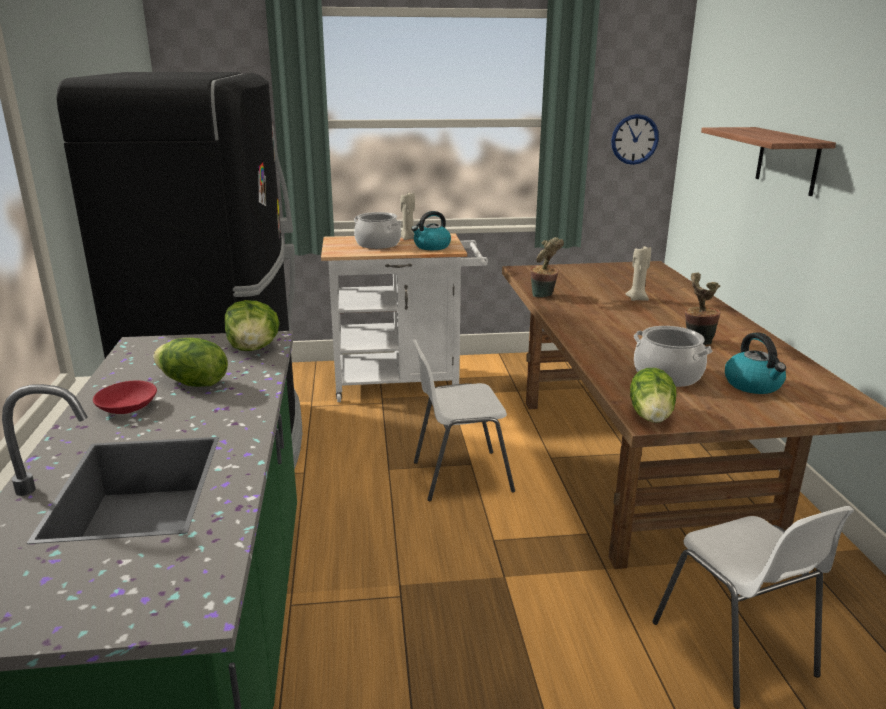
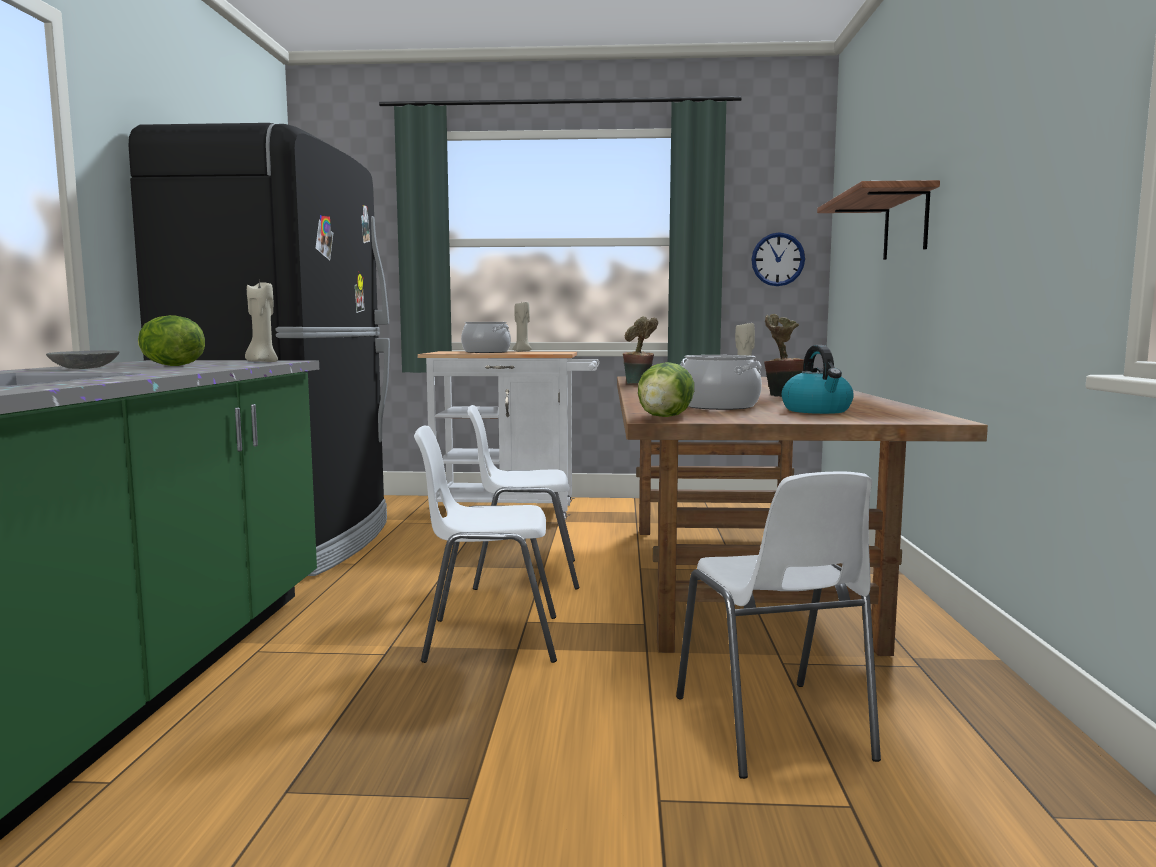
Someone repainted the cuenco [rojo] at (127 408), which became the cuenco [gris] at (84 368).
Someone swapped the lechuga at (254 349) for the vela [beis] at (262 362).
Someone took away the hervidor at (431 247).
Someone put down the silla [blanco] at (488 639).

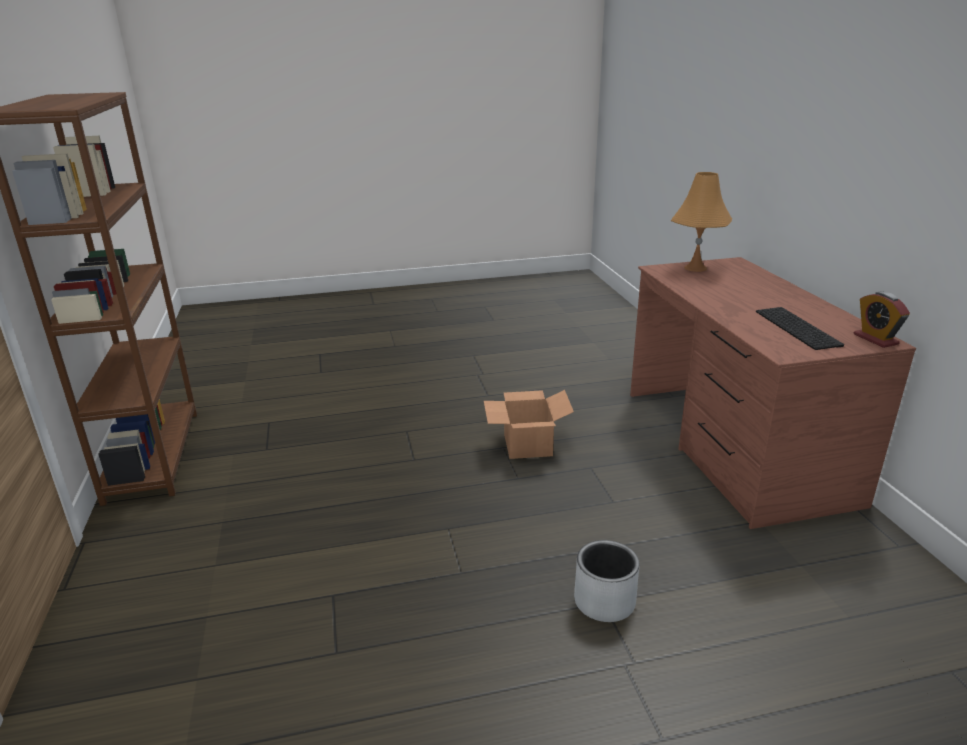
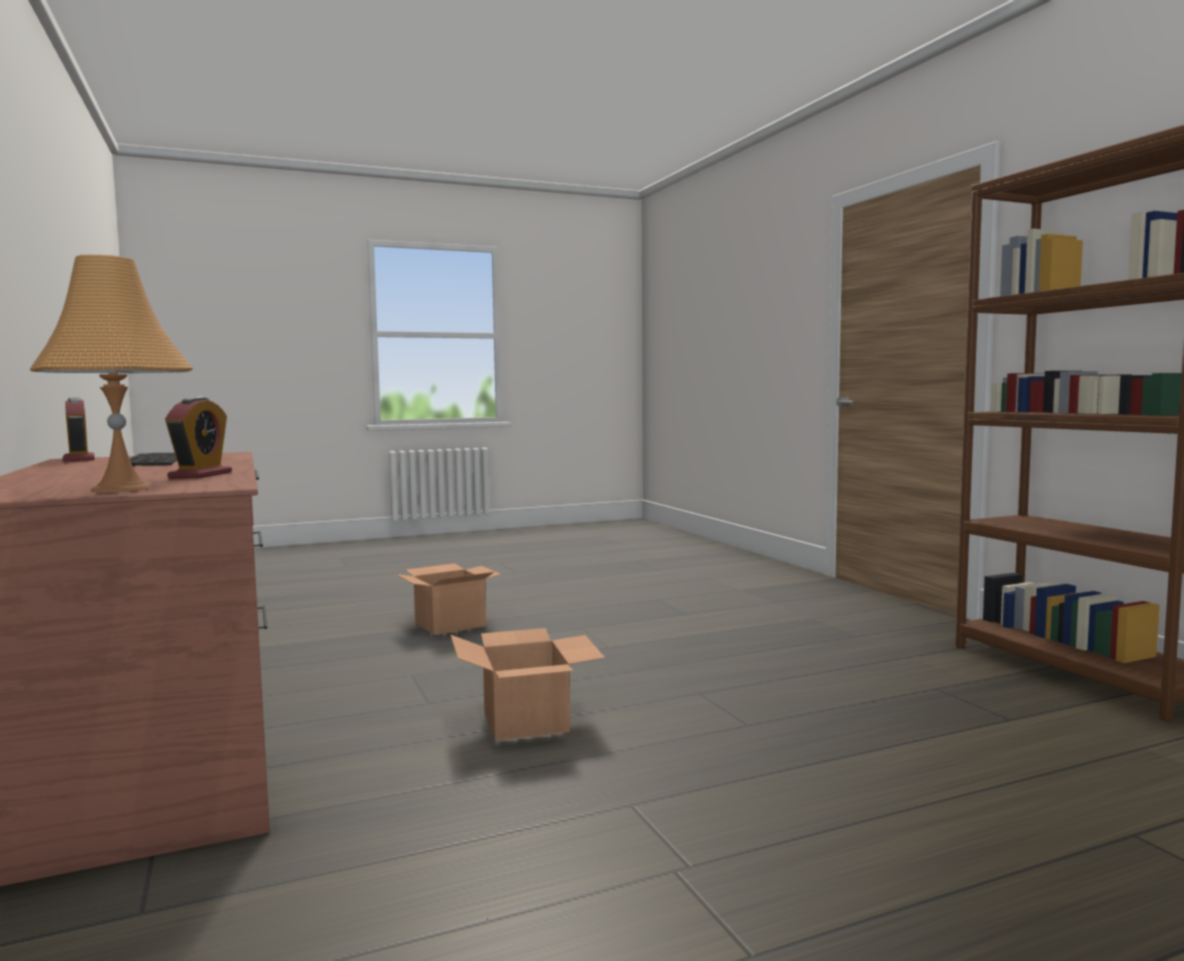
Someone swapped the maceta [gris] at (604 601) for the caja de cartón at (449 624).
Someone put down the despertador at (200 475).

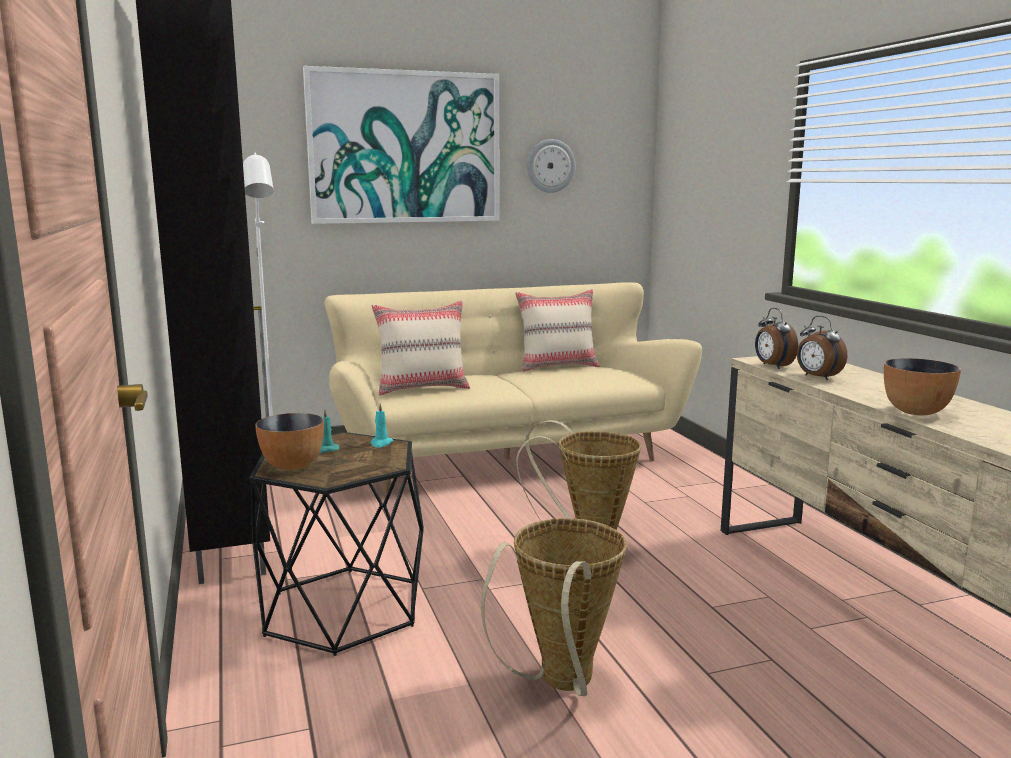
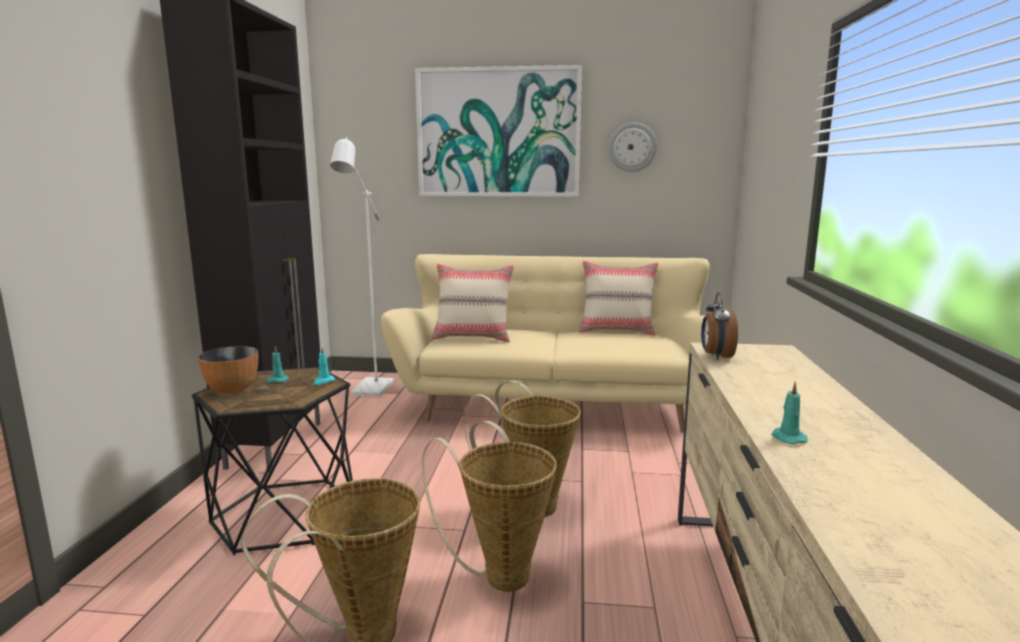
Someone took away the despertador at (817 377).
Someone swapped the cuenco at (916 411) for the vela [turquesa] at (787 438).
Someone put down the cesta at (500 573).

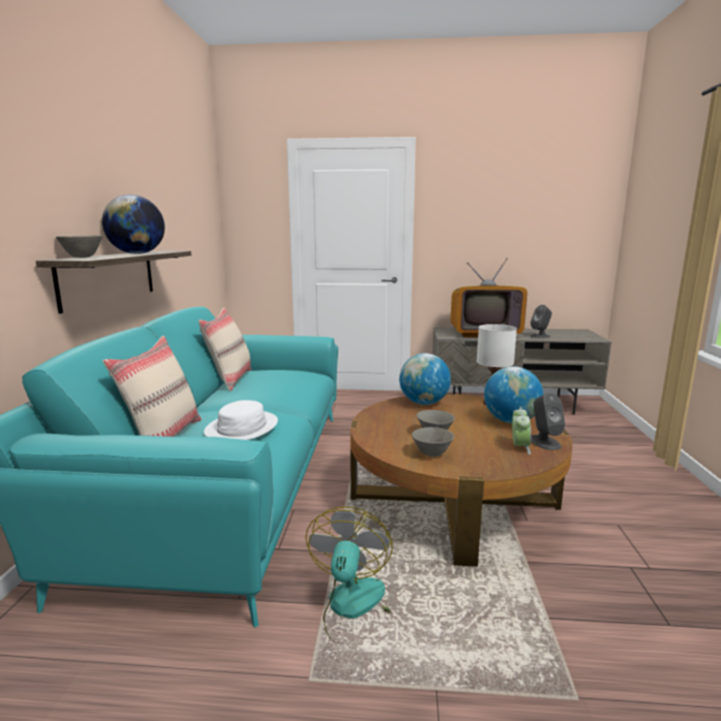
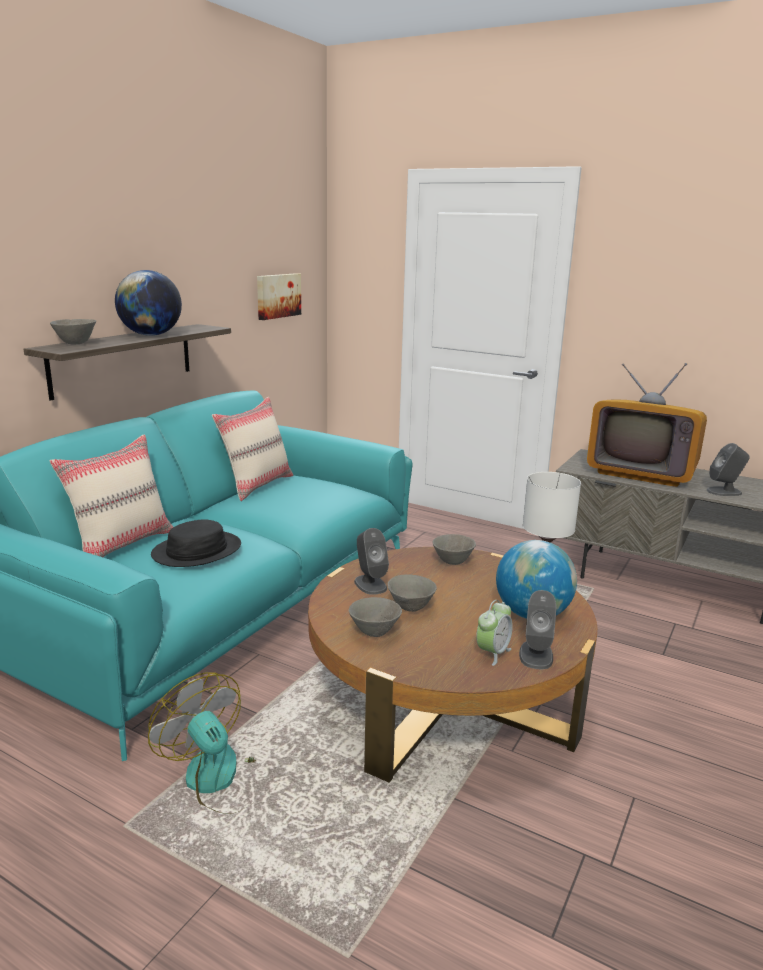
Someone repainted the sombrero [blanco] at (242 428), which became the sombrero [negro] at (197 551).
Someone rotated the ventilador at (355 610) by 75 degrees counterclockwise.
Someone swapped the globo terráqueo at (424 403) for the cuenco [gris] at (452 562).
Someone put up the cuadro at (277 295).
Someone put down the altavoz [gris] at (370 584).

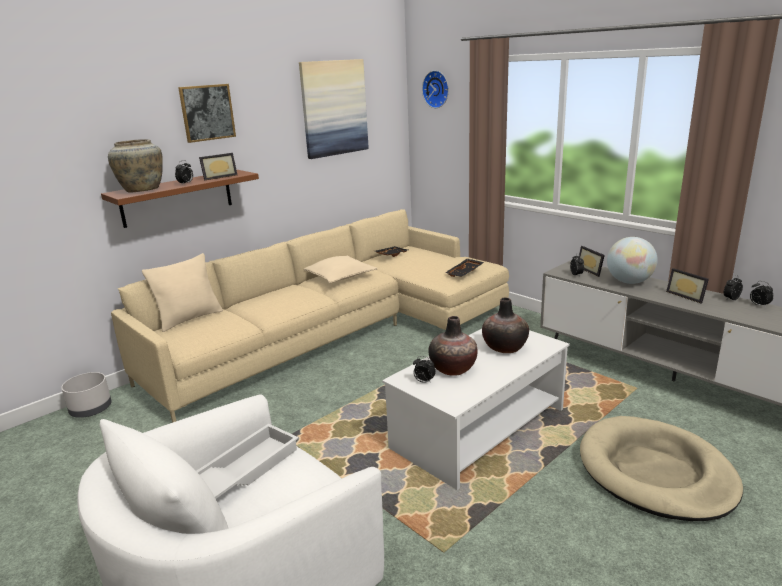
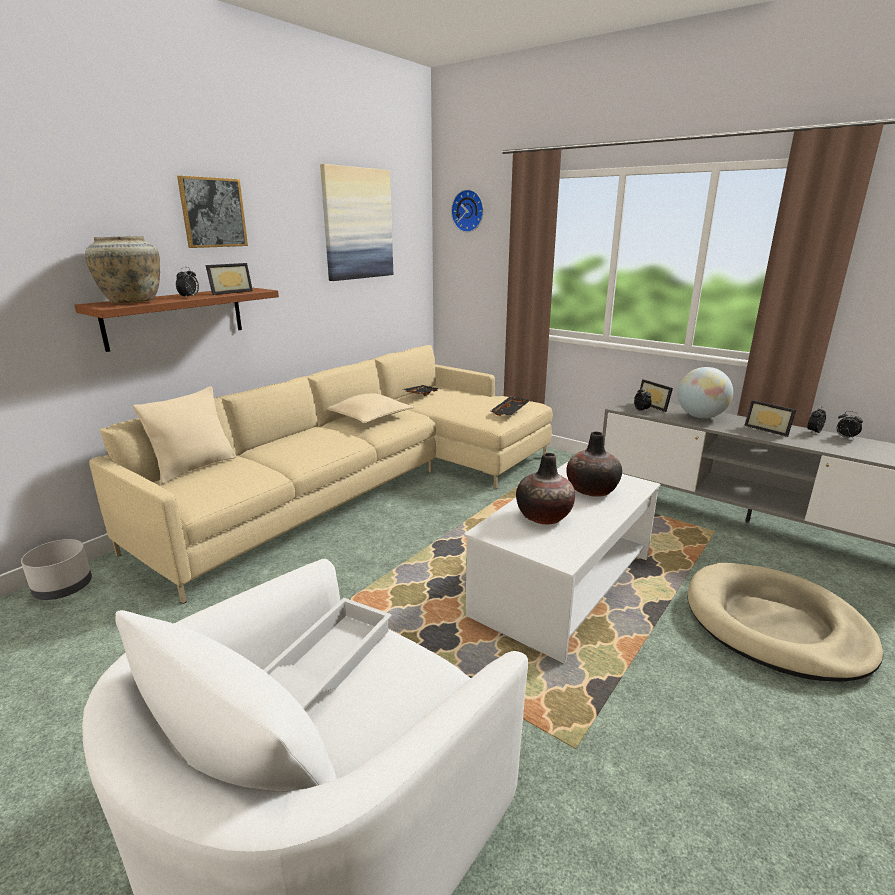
Someone took away the despertador at (424 382).

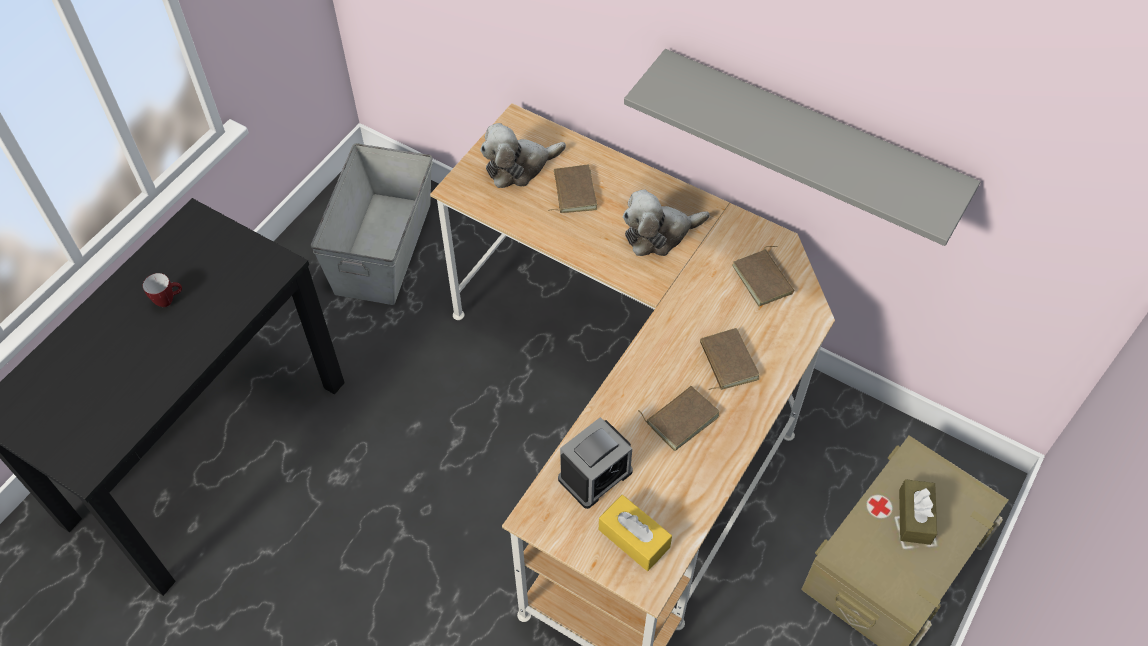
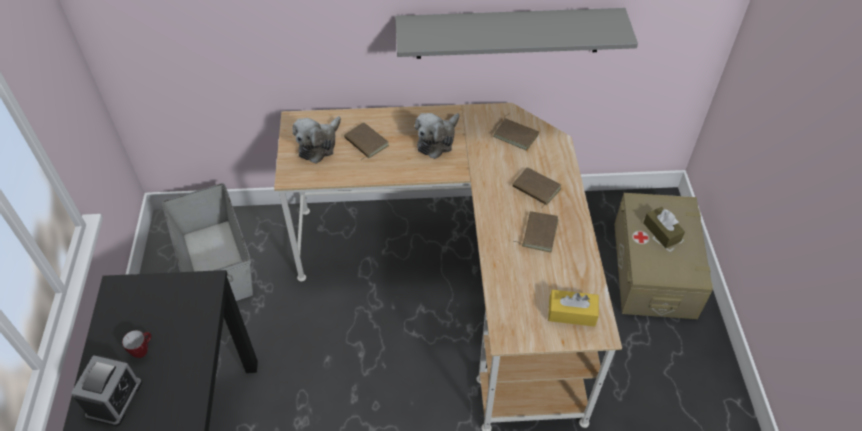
Someone carried the despertador from (595 475) to (114 399).

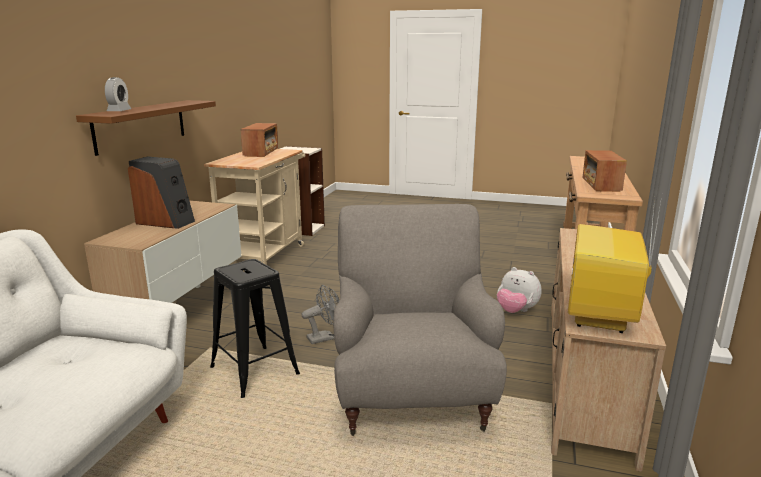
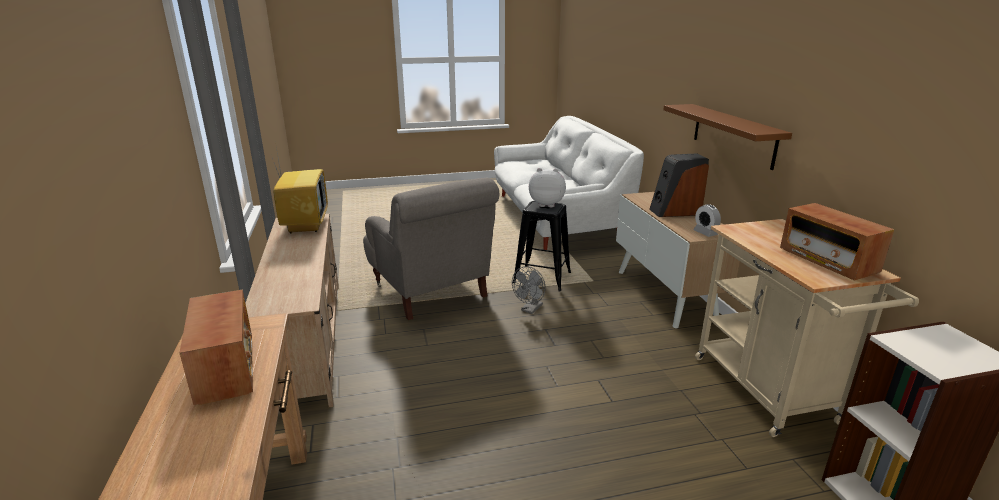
Someone carried the despertador from (119 111) to (705 233).
Someone carried the peluche from (516 311) to (546 204).

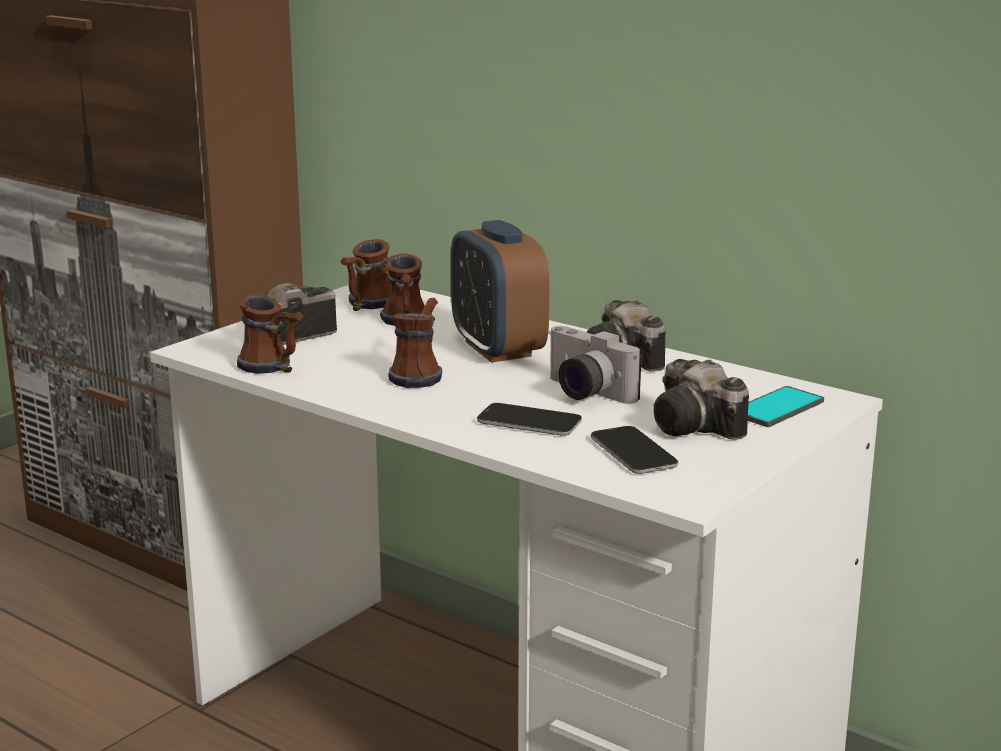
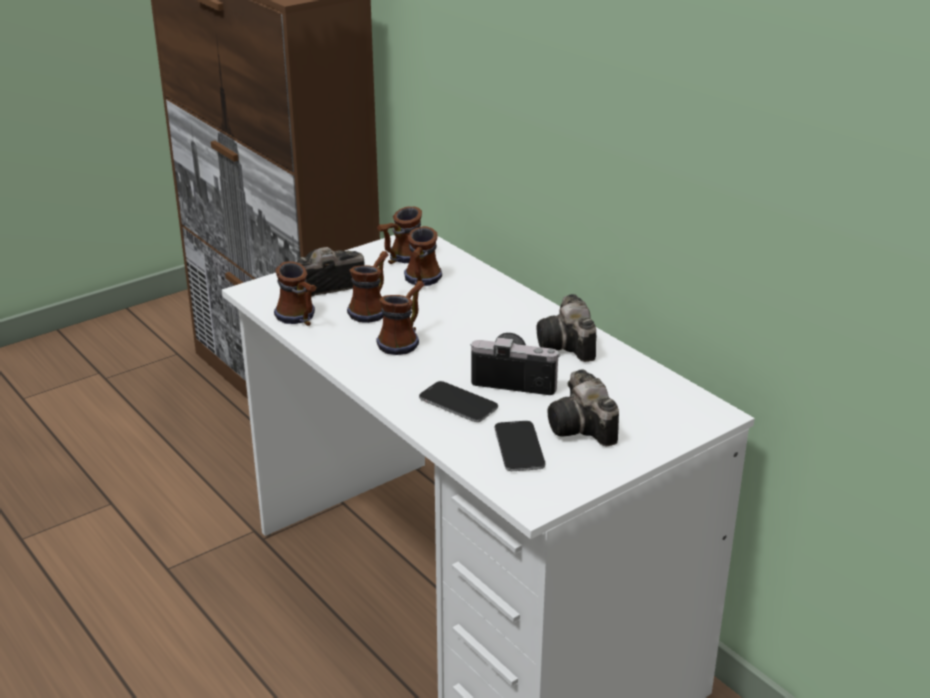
Someone took away the despertador at (498 349).
Someone rotated the cámara at (582 393) by 135 degrees clockwise.
Someone took away the móvil at (777 408).
Someone put down the taza grande at (373 308).

